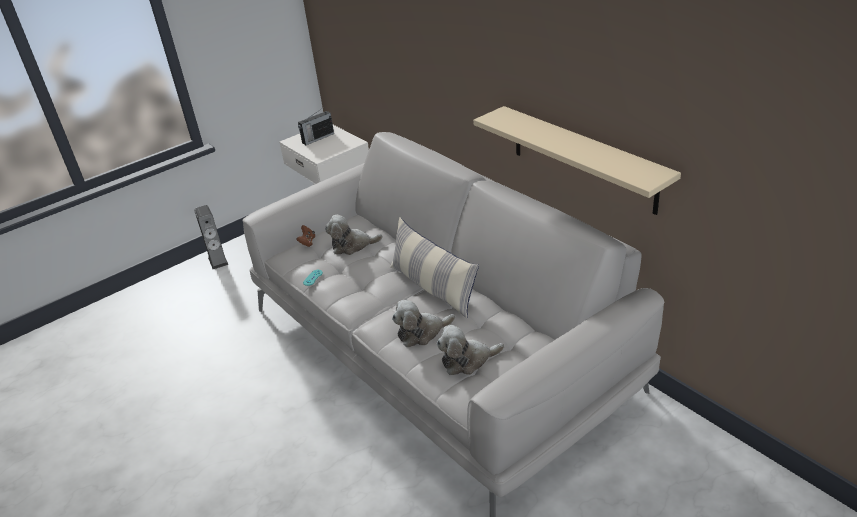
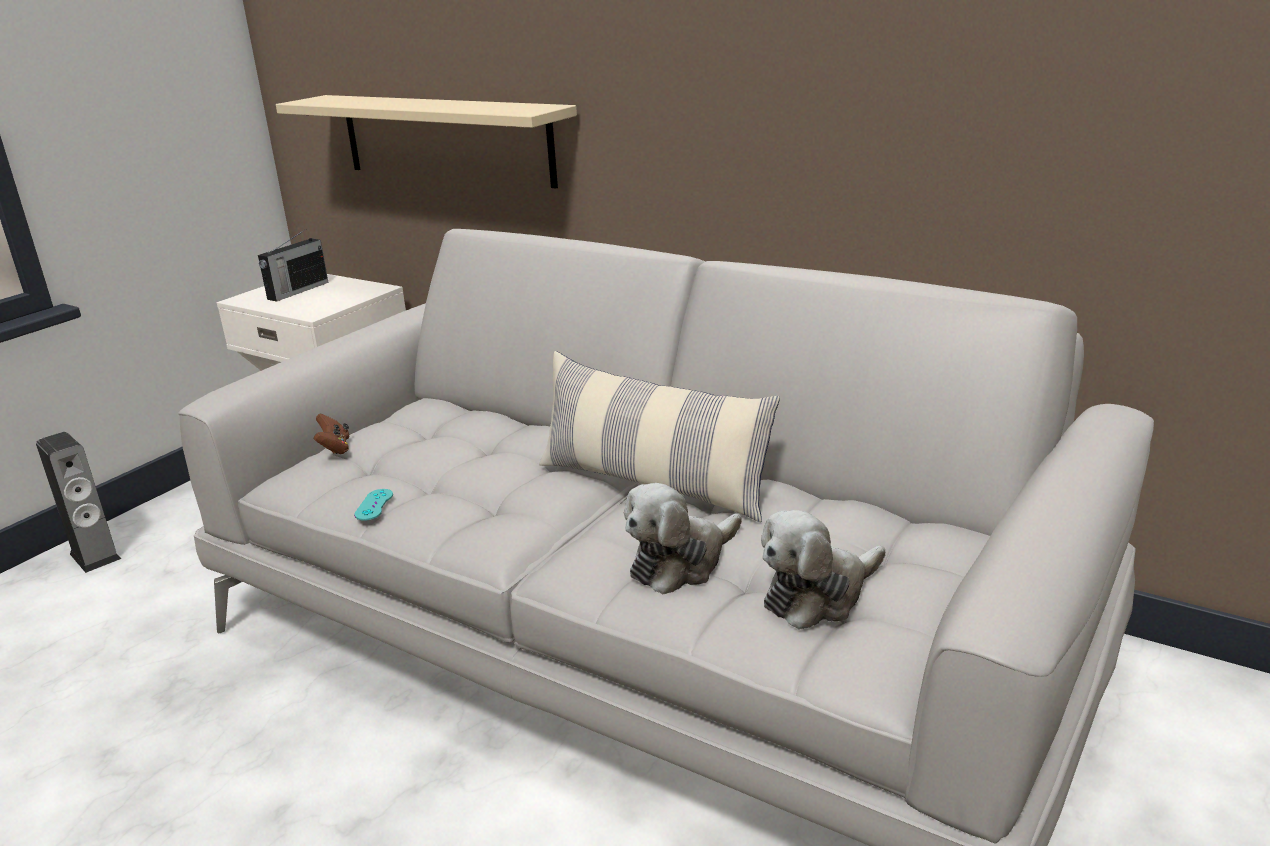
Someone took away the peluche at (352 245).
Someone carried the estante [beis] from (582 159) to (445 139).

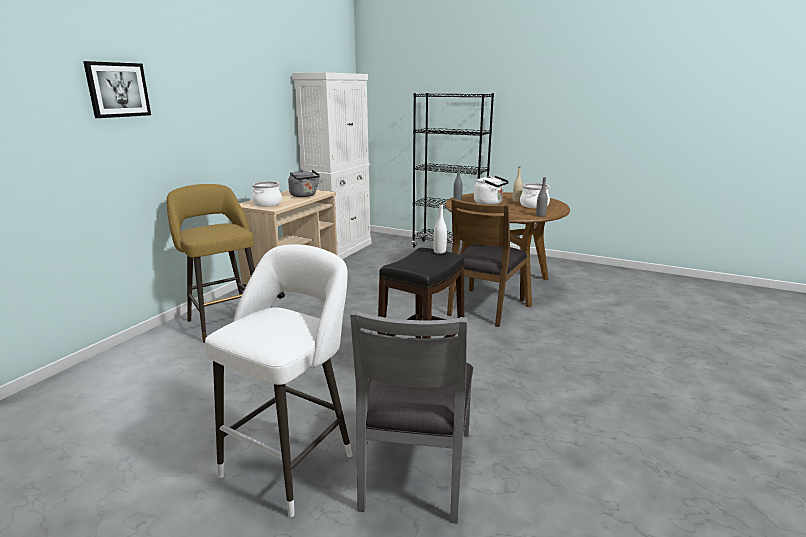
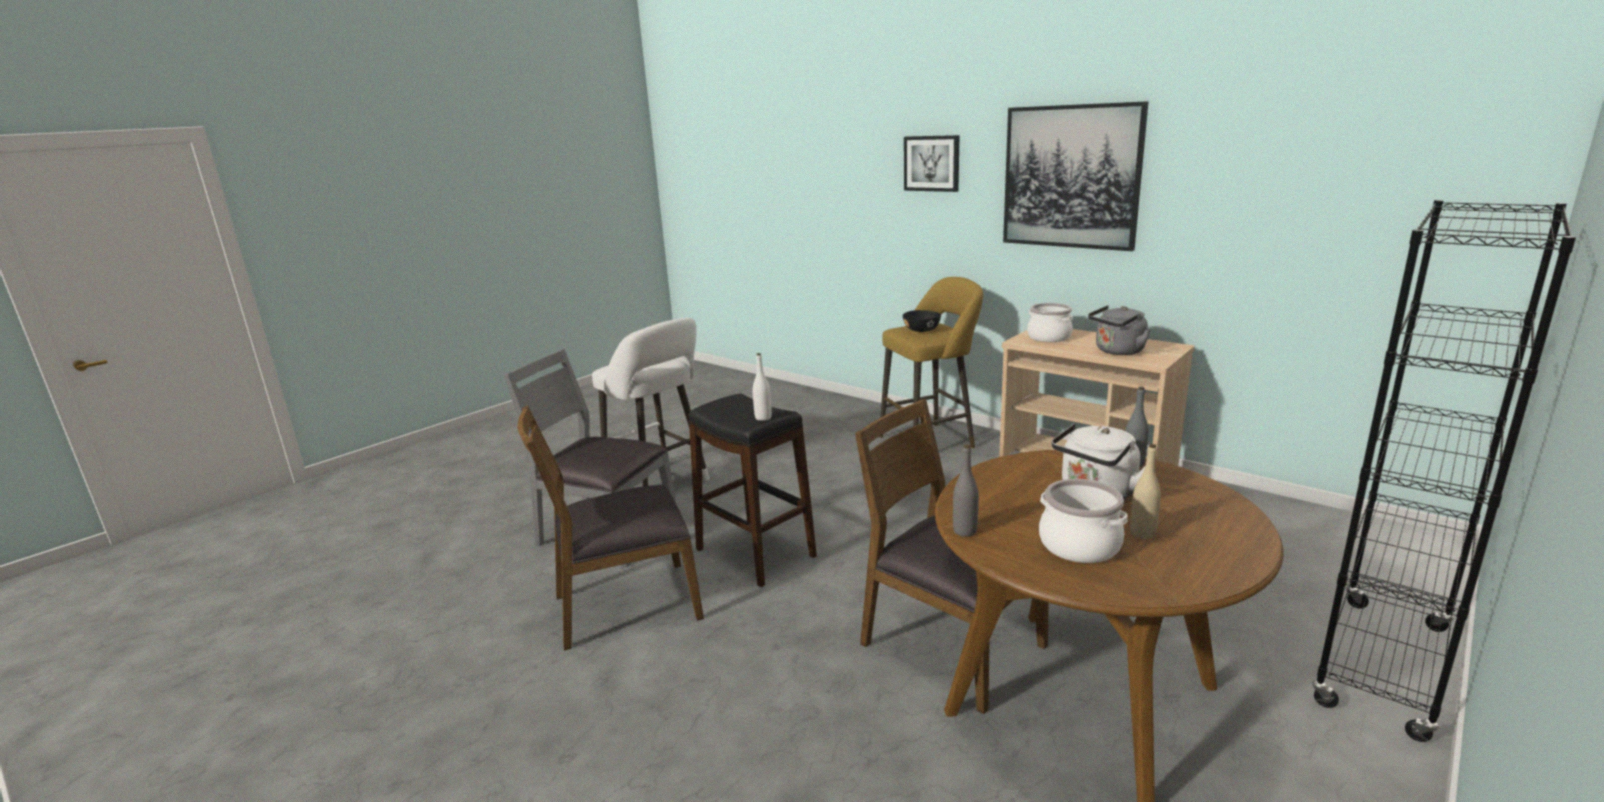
Someone took away the armario [blanco] at (340 250).
Someone put down the silla [marrón] at (626 605).
Someone put down the cuenco [negro] at (922 330).
Someone put up the cuadro at (1071 177).

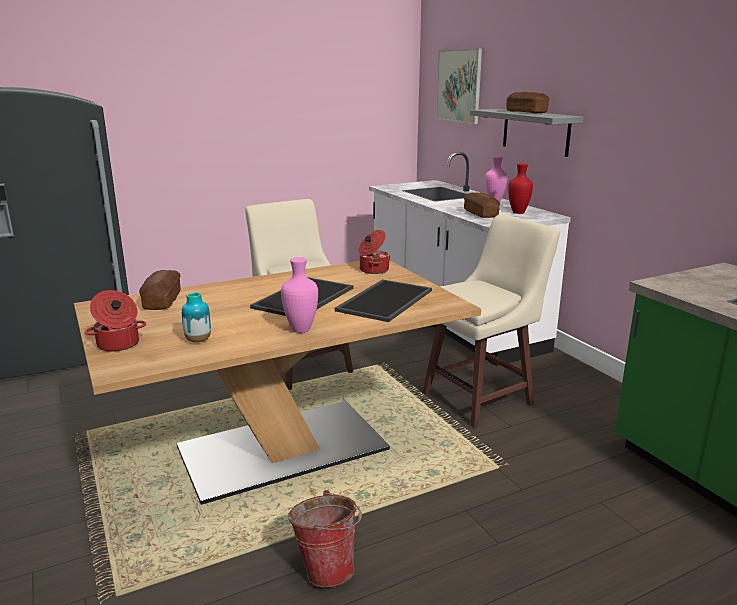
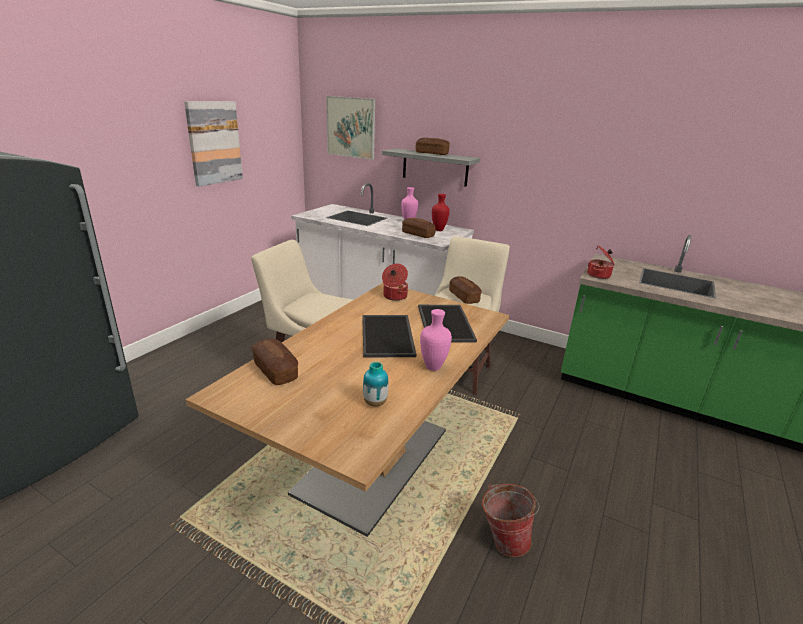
Someone carried the olla from (118 345) to (599 275).
Someone put up the cuadro at (214 143).
Someone put down the pan at (464 297).

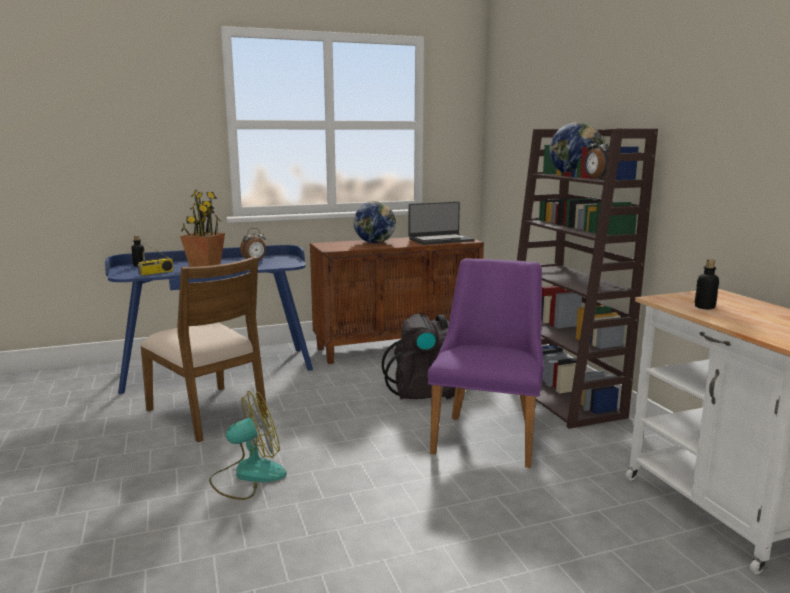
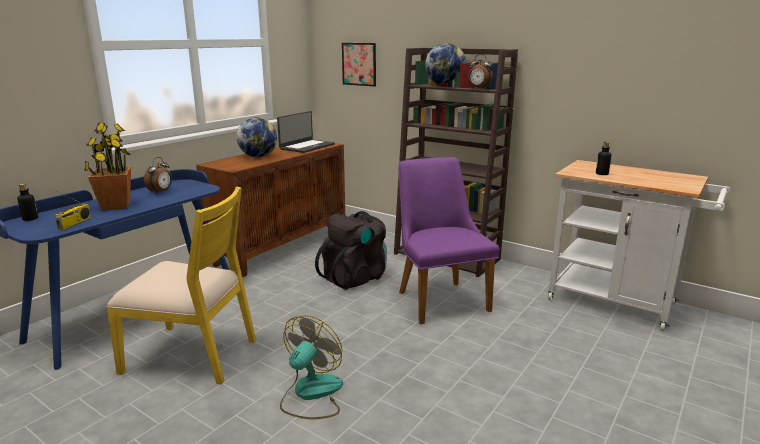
Someone repainted the silla [marrón] at (208 413), which became the silla [amarillo] at (192 355).
Someone put up the cuadro at (359 64).

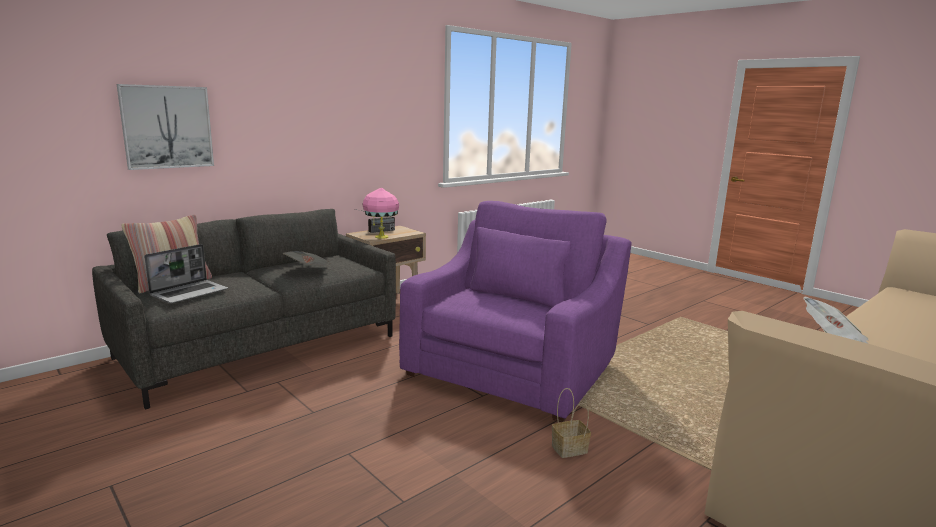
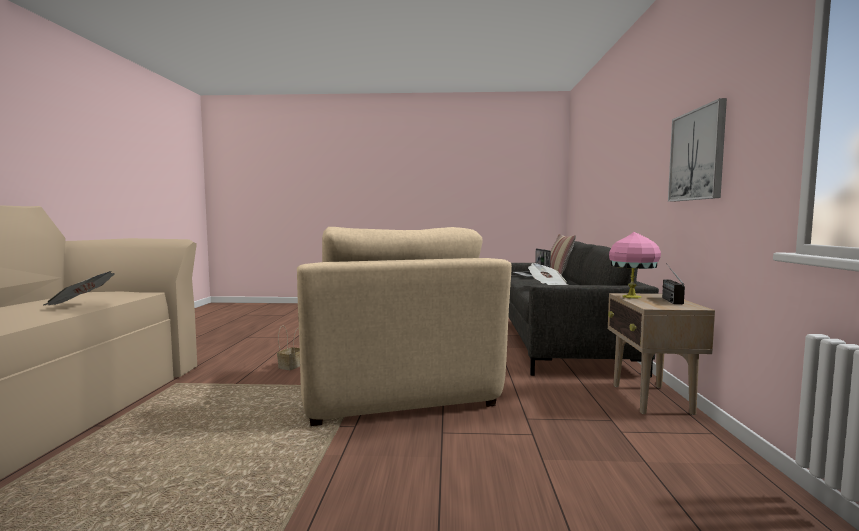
Someone carried the cuadro from (167 127) to (697 155).
Someone repainted the sillón [morado] at (512 367), which became the sillón [beis] at (394 390).

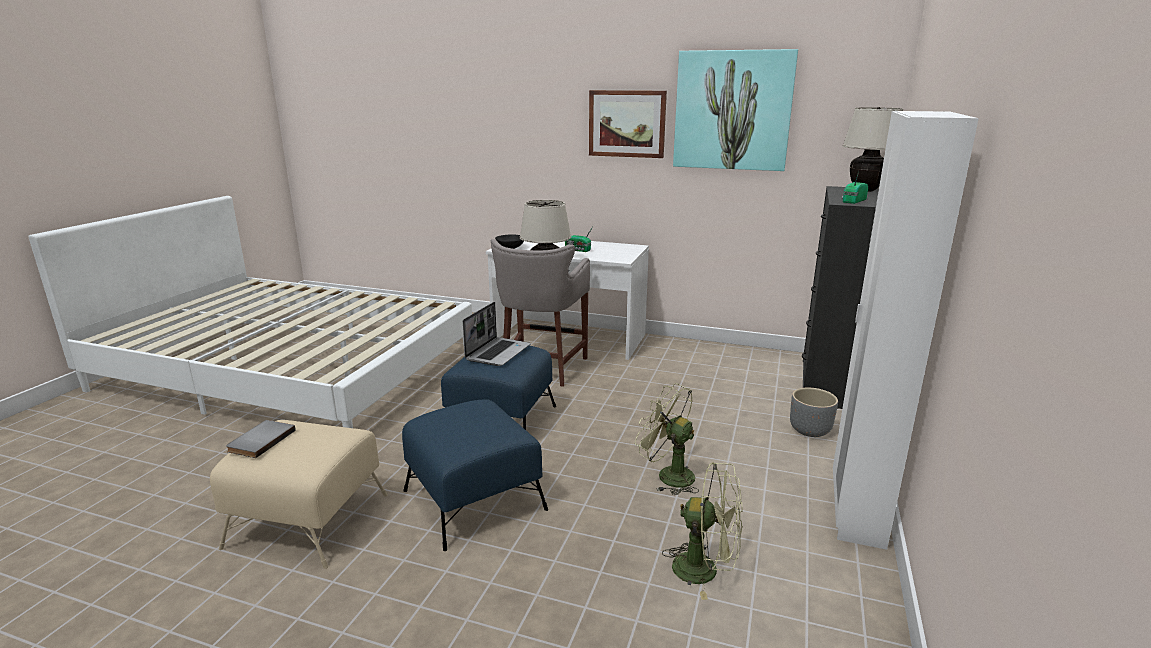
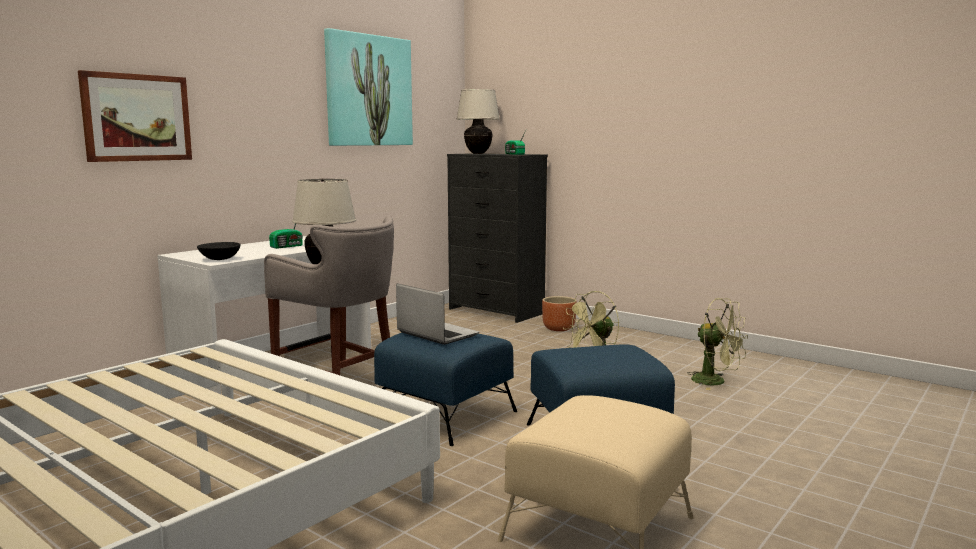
Someone took away the libro [gris] at (260 440).
Someone carried the cuadro from (627 124) to (137 118).
Someone rotated the ventilador [verde] at (705 570) by 90 degrees clockwise.
Someone repainted the maceta [gris] at (810 431), which became the maceta [marrón] at (559 328).
Someone took away the armario ropero [blanco] at (856 510).

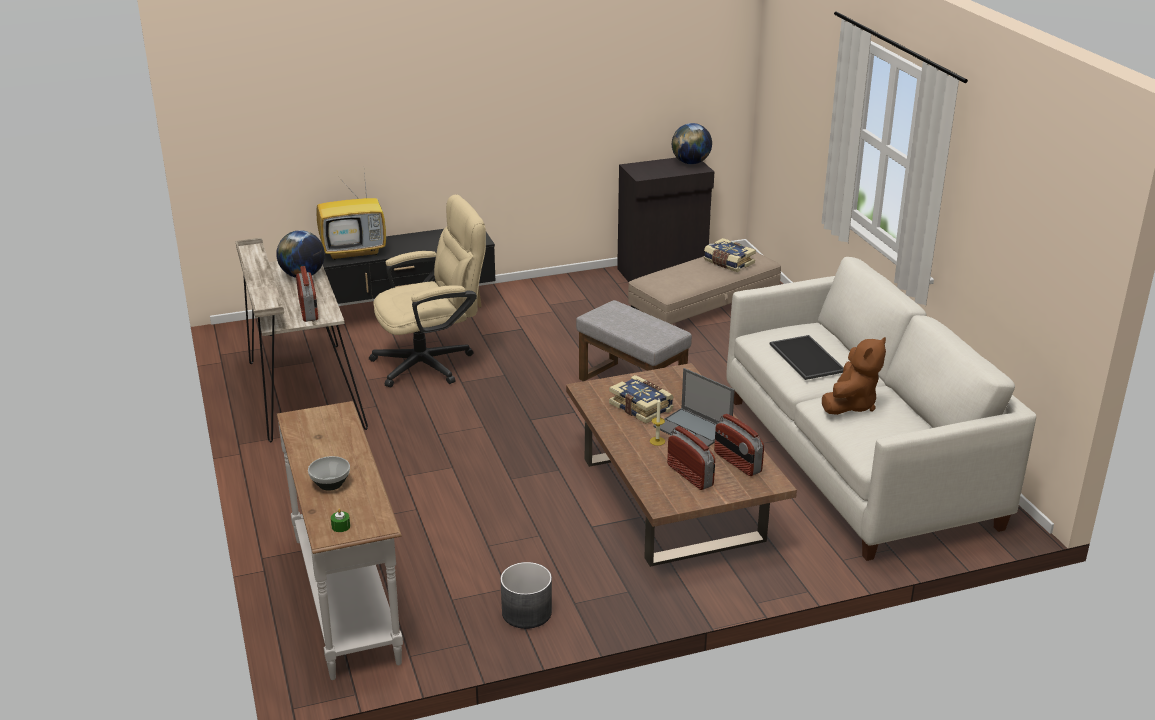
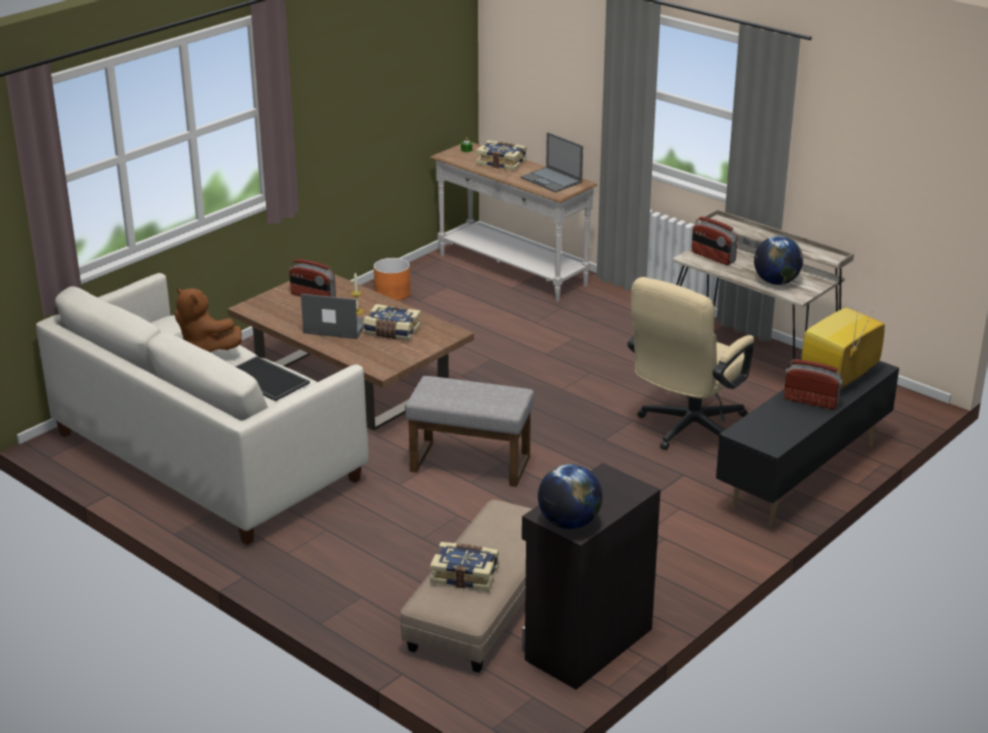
Someone swapped the cuenco at (330 484) for the libro at (501 162).
Someone repainted the maceta [gris] at (527 612), which became the maceta [naranja] at (392 293).
Someone carried the radio from (737 462) to (811 401).
Someone rotated the peluche [marrón] at (851 404) by 60 degrees counterclockwise.
Someone put down the portátil at (552 180).

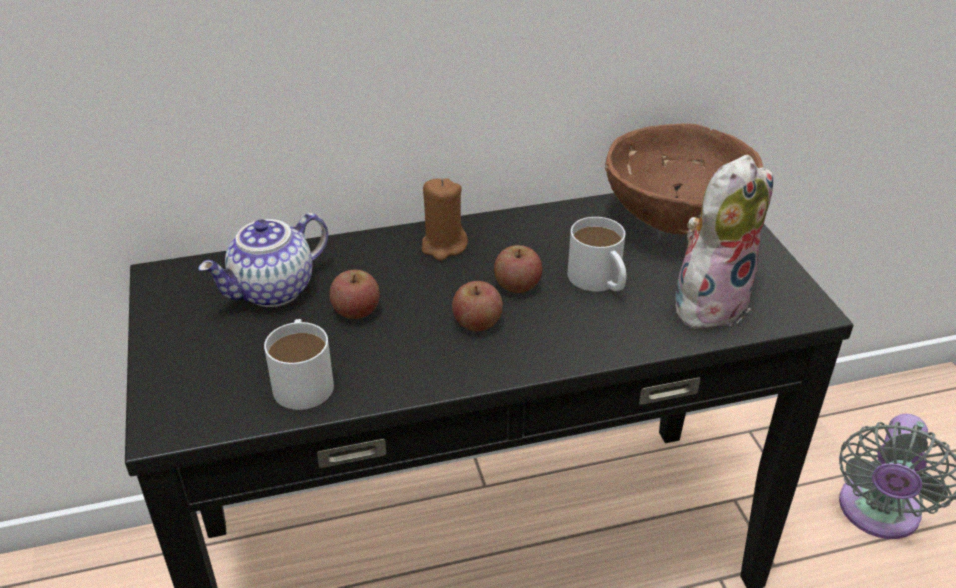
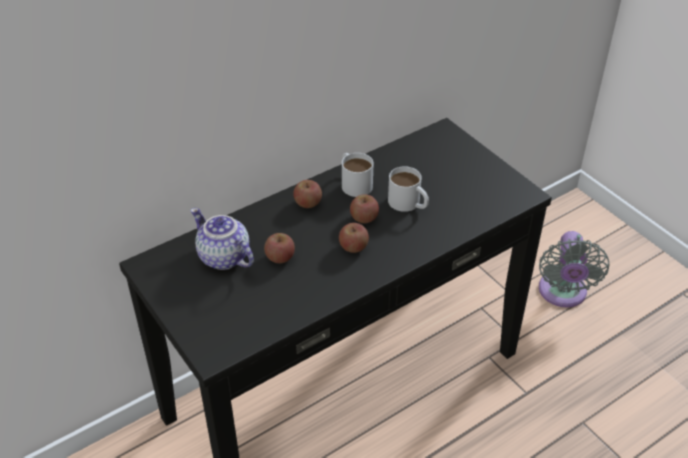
Someone rotated the tetera at (273 291) by 105 degrees clockwise.
Someone carried the taza grande [blanco] from (303 378) to (354 182).
Someone swapped the vela [marrón] at (443 246) for the manzana at (308 203).
Someone took away the cuenco [marrón] at (675 223).
Someone took away the peluche at (709 302).

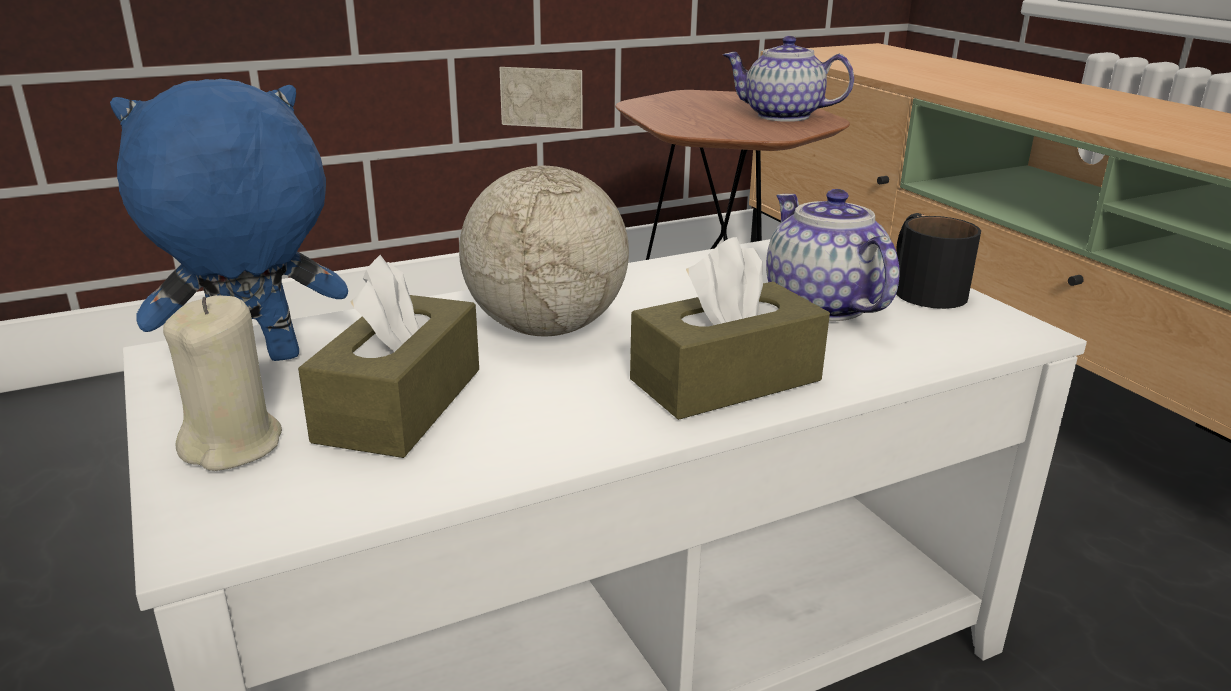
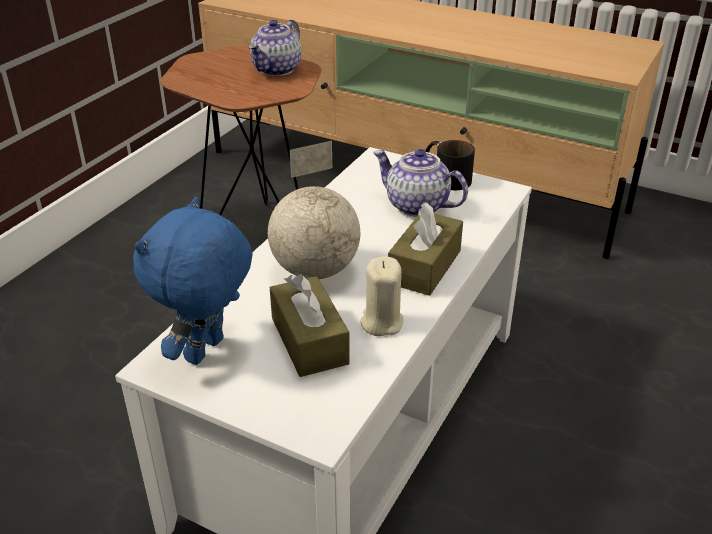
Someone carried the vela [beis] from (233 445) to (381 322).
Someone rotated the tetera at (782 116) by 45 degrees counterclockwise.

